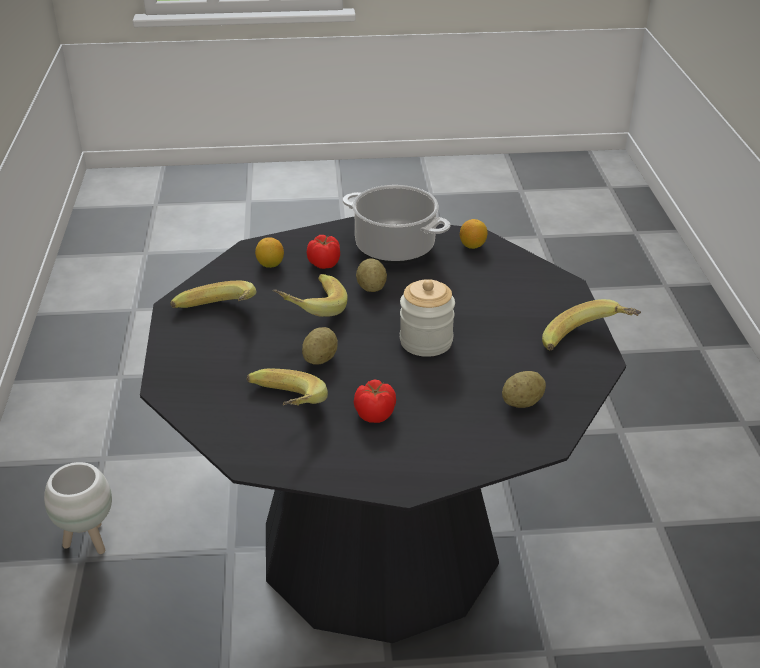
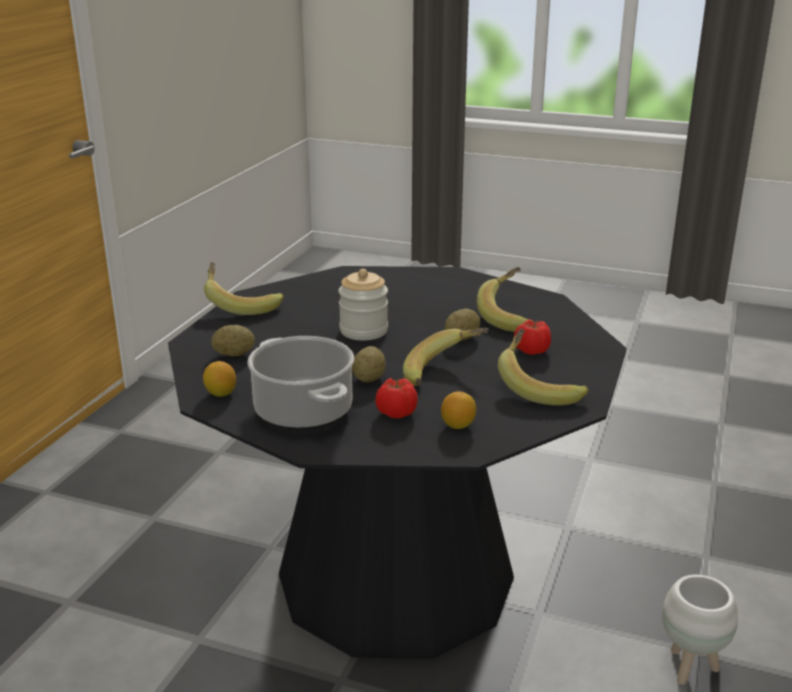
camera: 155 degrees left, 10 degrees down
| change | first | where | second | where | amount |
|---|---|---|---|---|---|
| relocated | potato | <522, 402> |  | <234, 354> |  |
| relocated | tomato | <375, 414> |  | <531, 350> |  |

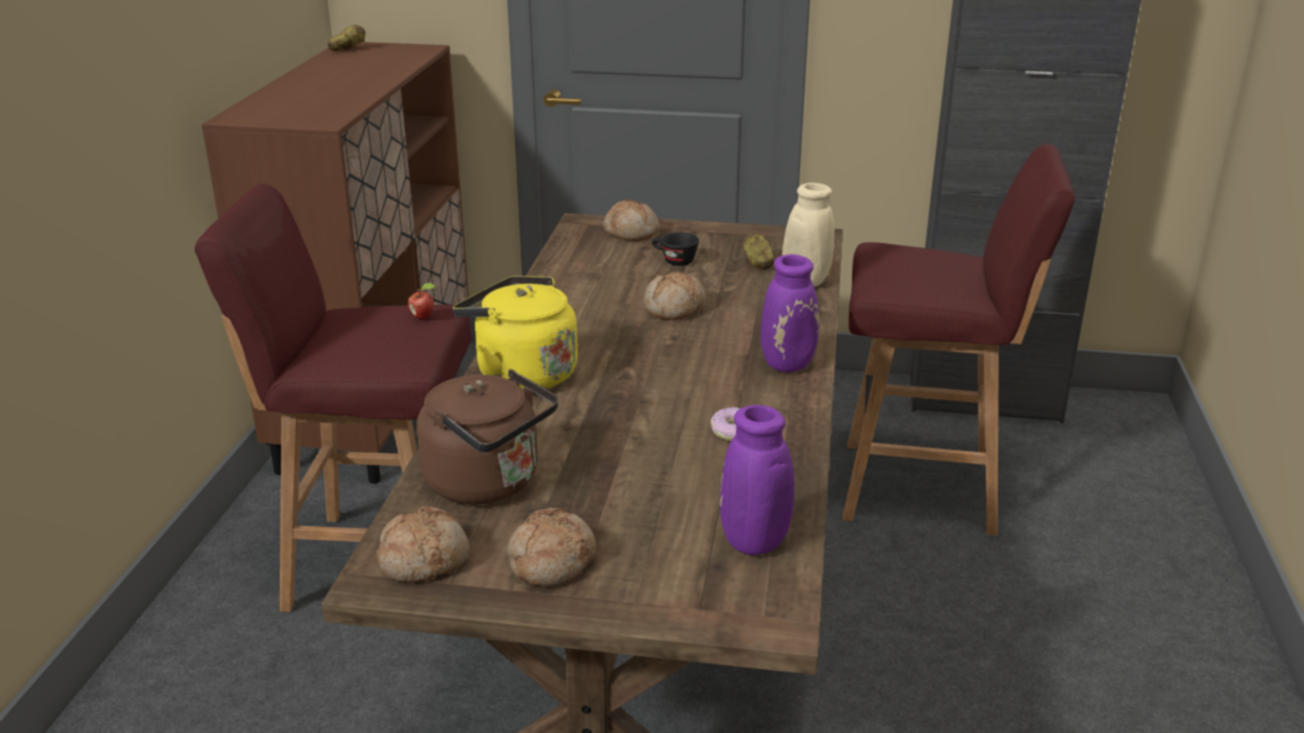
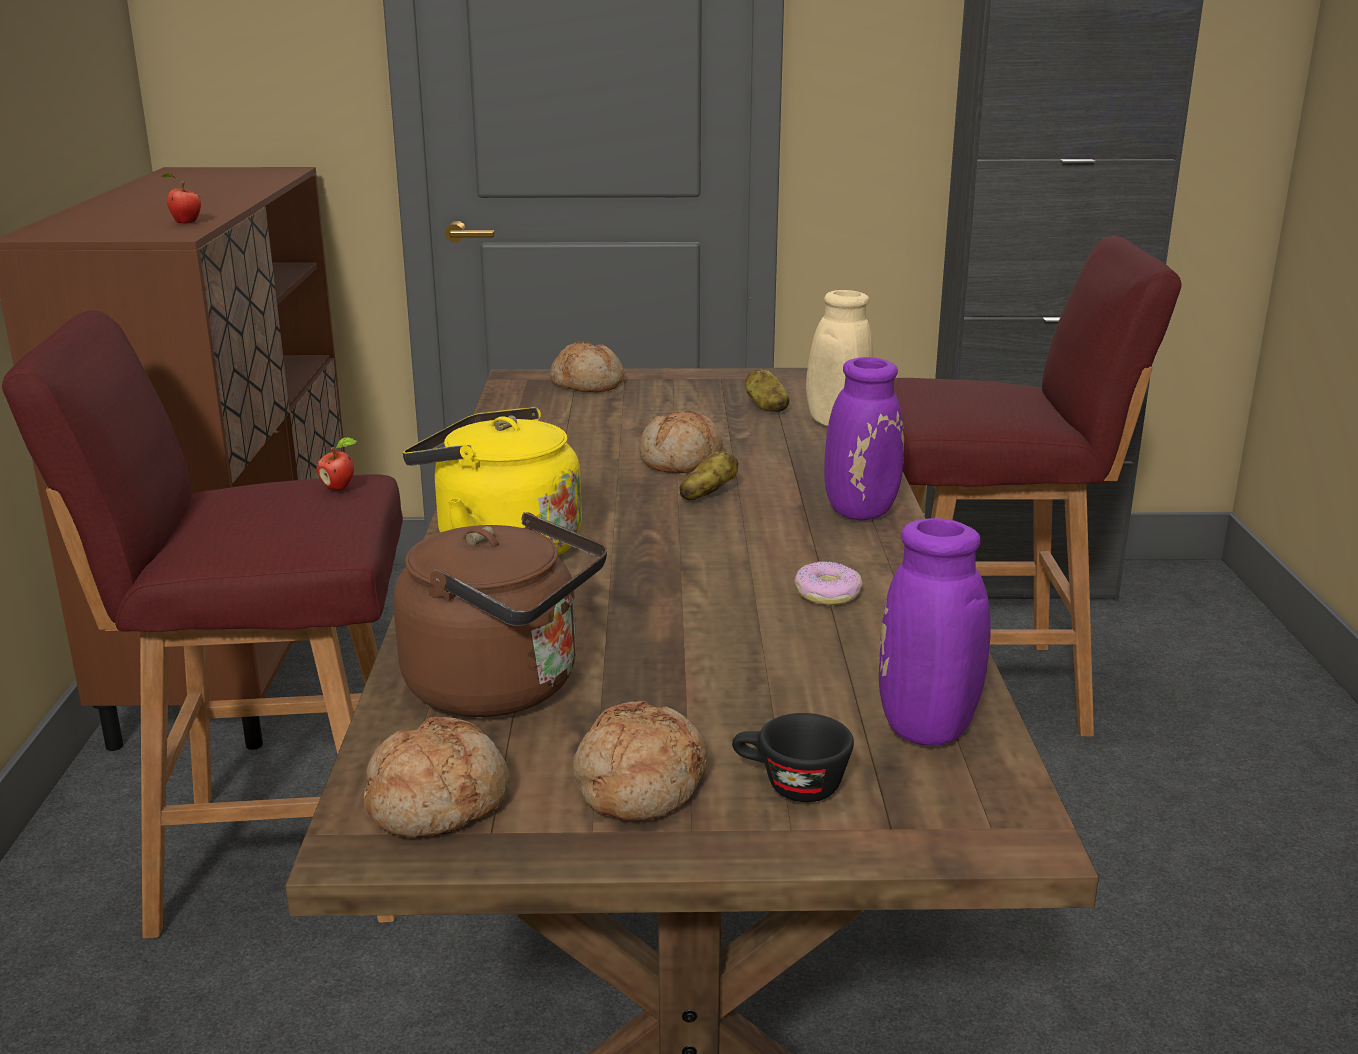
camera: 10 degrees left, 5 degrees down
| change | first | where | second | where | amount |
|---|---|---|---|---|---|
| appeared |  |  | apple | <184, 222> |  |
| relocated | potato | <348, 49> |  | <707, 494> |  |
| relocated | black cup | <673, 261> |  | <790, 785> |  |

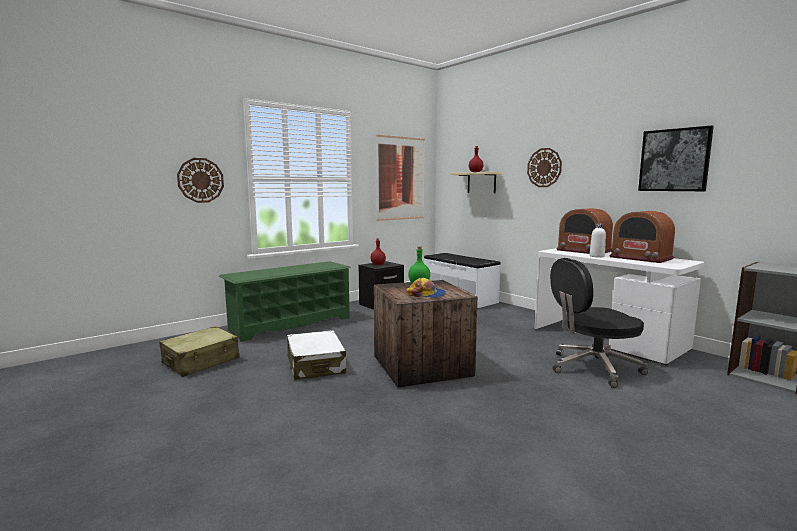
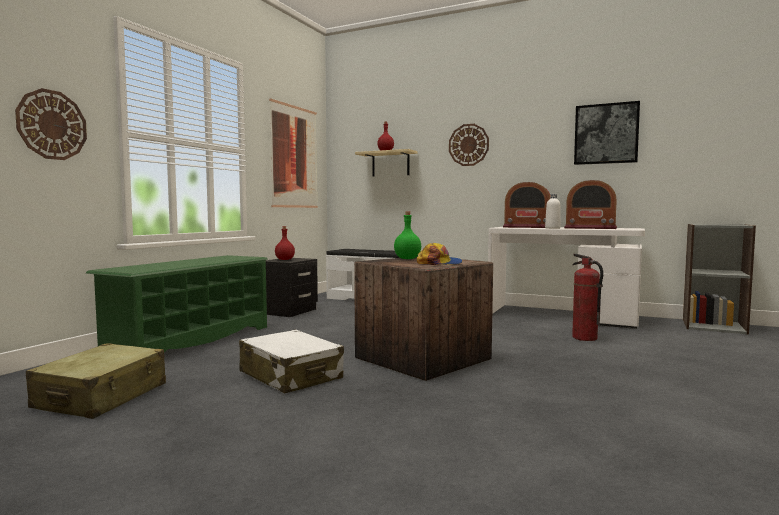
camera: 25 degrees left, 5 degrees down
| change | first | where | second | where | amount |
|---|---|---|---|---|---|
| exchanged | black office chair | <593, 368> | fire extinguisher | <584, 338> |  |

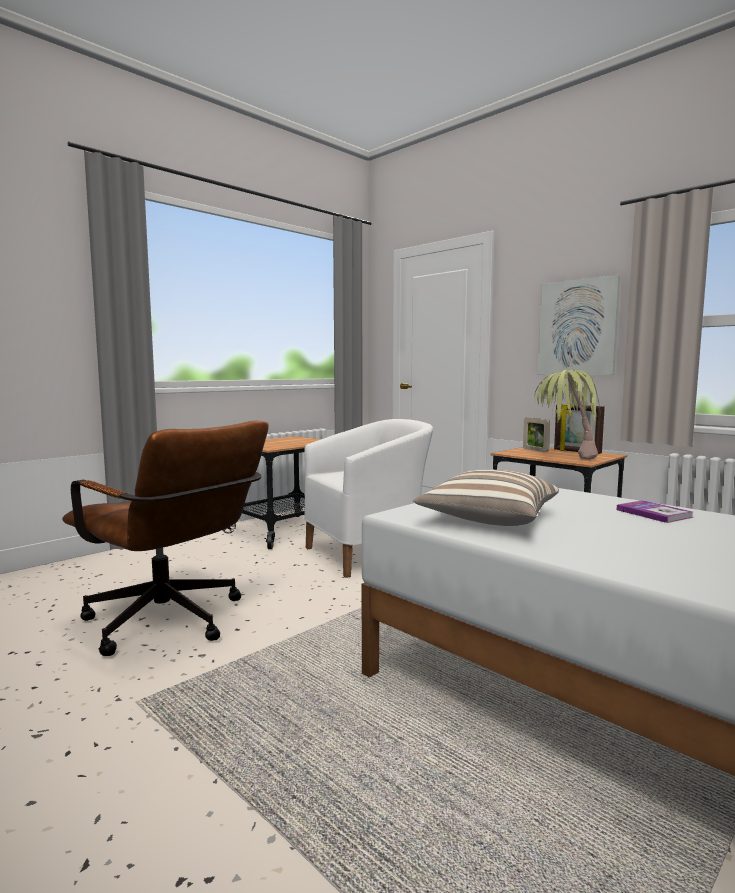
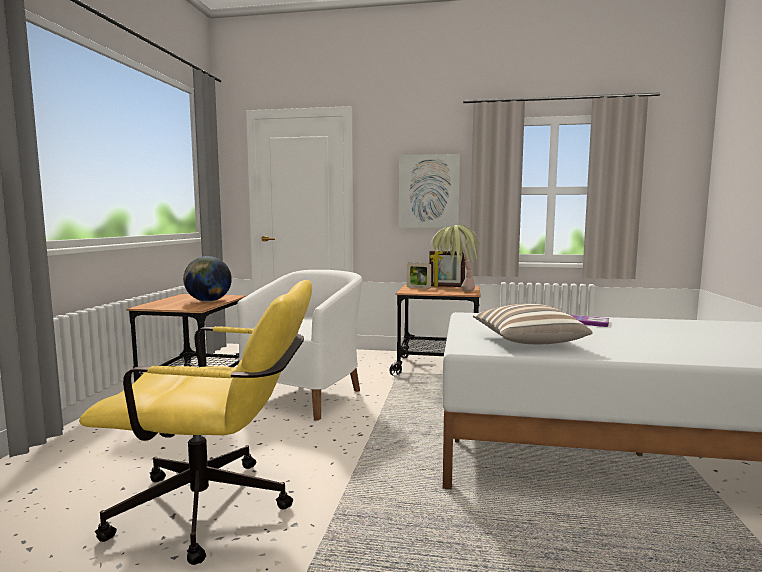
camera: 35 degrees left, 0 degrees up
| change | first | where | second | where | amount |
|---|---|---|---|---|---|
| colour | brown office chair | <172, 624> | yellow office chair | <218, 509> |  |
| appeared |  |  | globe | <208, 301> |  |

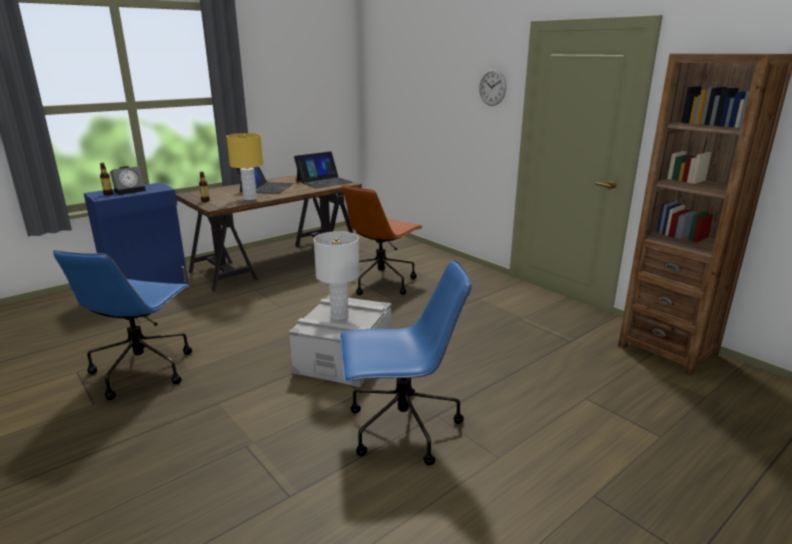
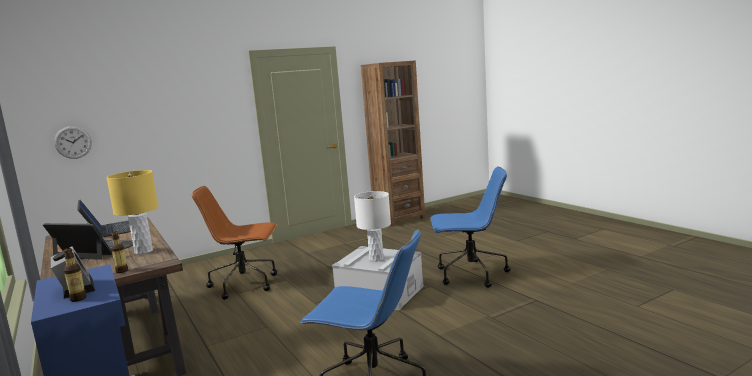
camera: 80 degrees left, 10 degrees down
| change | first | where | second | where | amount |
|---|---|---|---|---|---|
| relocated | wall clock | <492, 87> |  | <73, 142> |  |
| spun | brown office chair | <381, 282> |  | <245, 284> | 135 degrees clockwise |
| spun | blue office chair | <401, 428> |  | <470, 274> | 90 degrees clockwise |

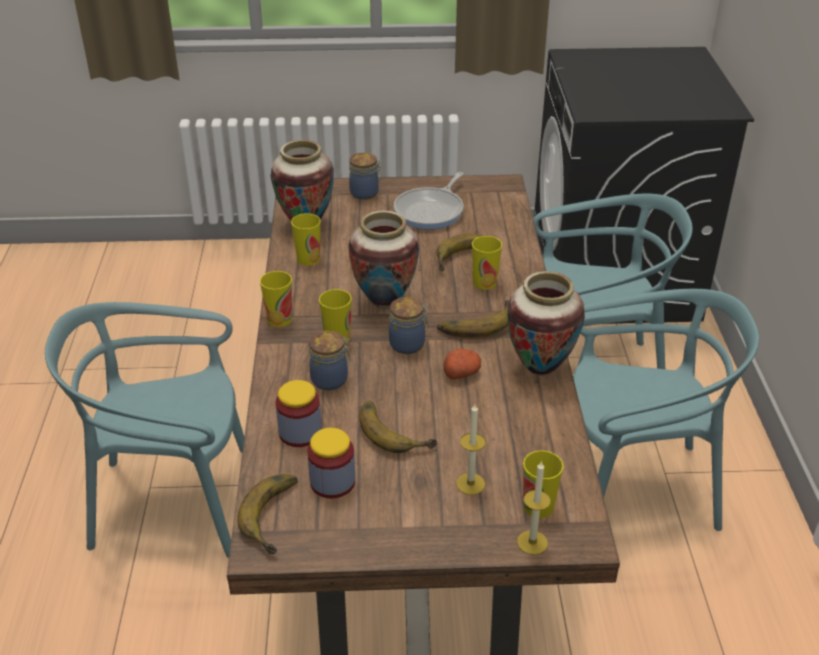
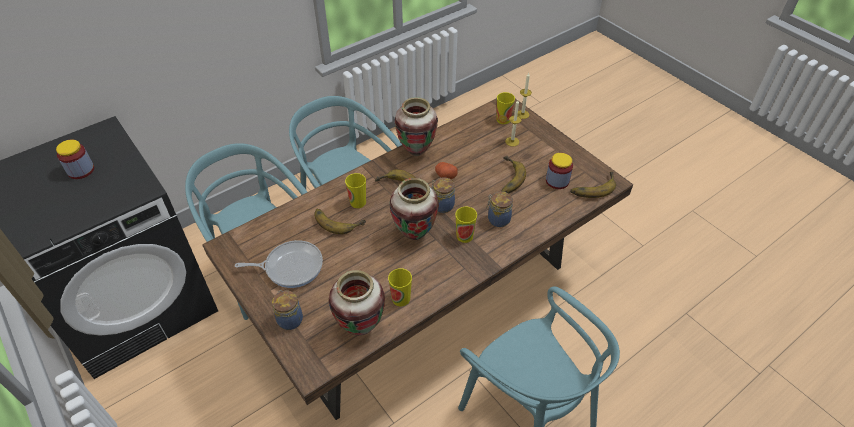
camera: 125 degrees left, 10 degrees up
| change | first | where | second | where | amount |
|---|---|---|---|---|---|
| relocated | jar | <300, 432> |  | <81, 170> |  |
| missing | cup | <279, 319> |  |  |  |

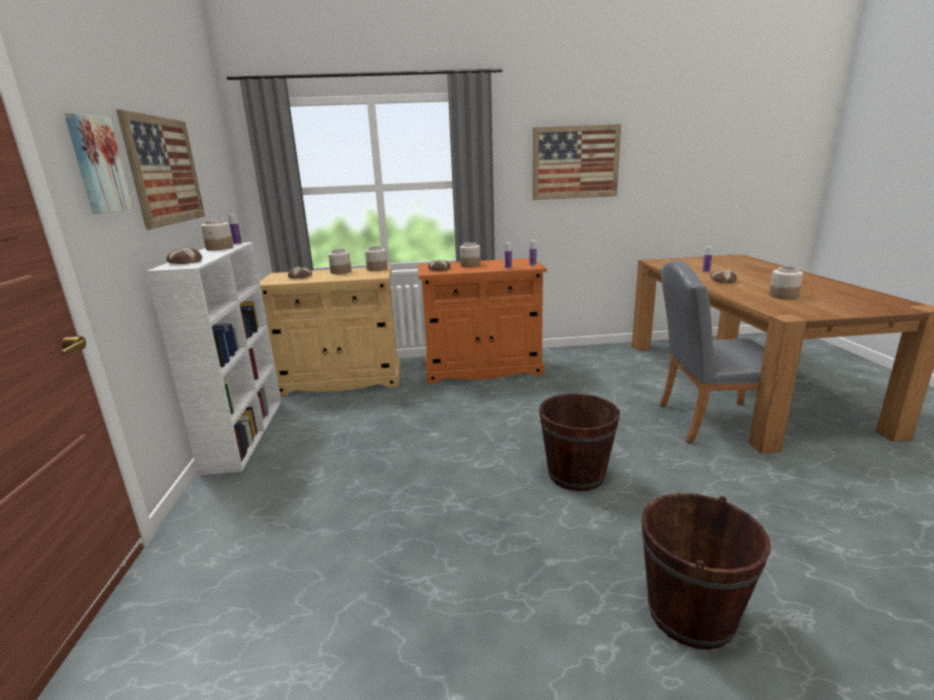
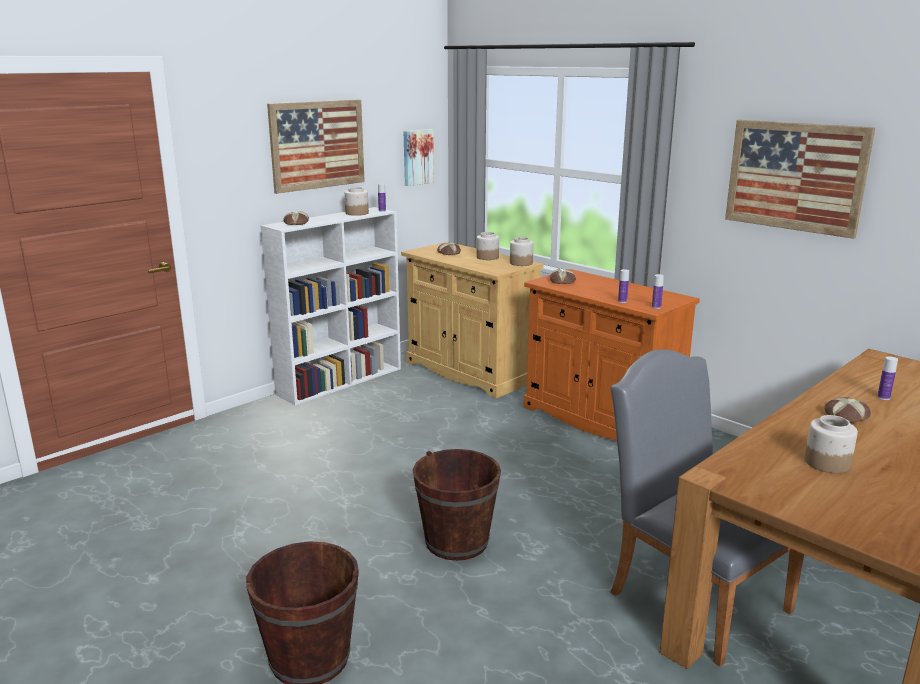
camera: 50 degrees right, 0 degrees up
| change | first | where | second | where | amount |
|---|---|---|---|---|---|
| relocated | picture | <96, 165> |  | <417, 157> |  |
| missing | jar | <470, 265> |  |  |  |

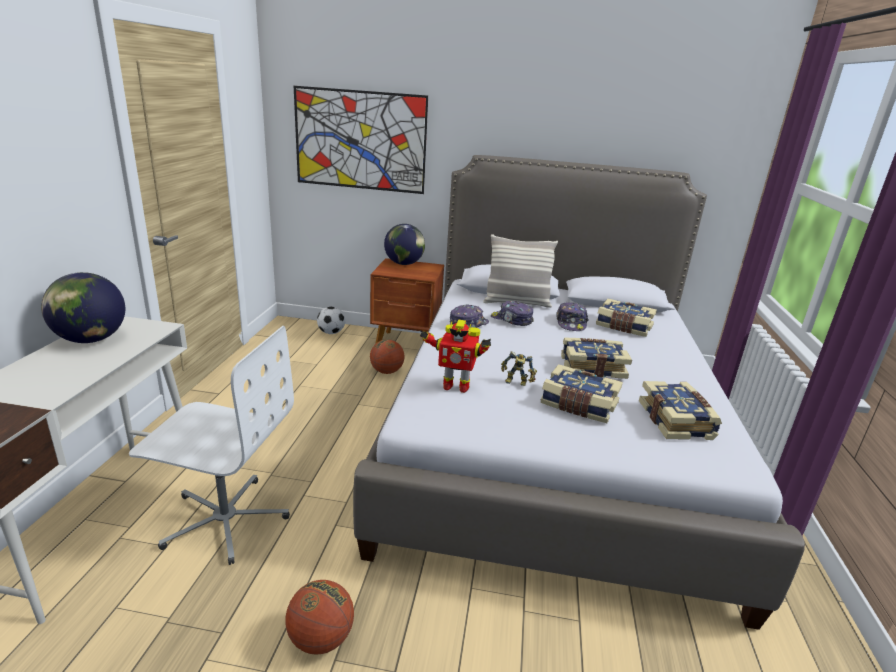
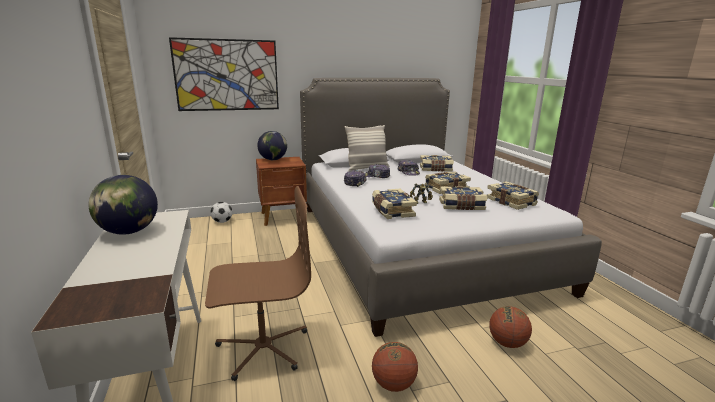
camera: 25 degrees left, 5 degrees down
| change | first | where | second | where | amount |
|---|---|---|---|---|---|
| colour | white office chair | <225, 519> | brown office chair | <262, 347> |  |
| exchanged | toy robot | <455, 386> | book | <391, 211> |  |
| relocated | basketball | <386, 371> |  | <507, 343> |  |

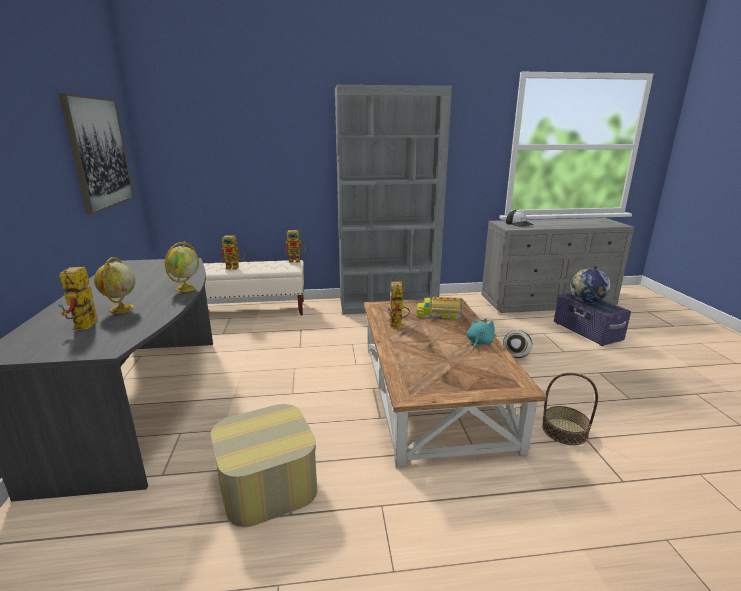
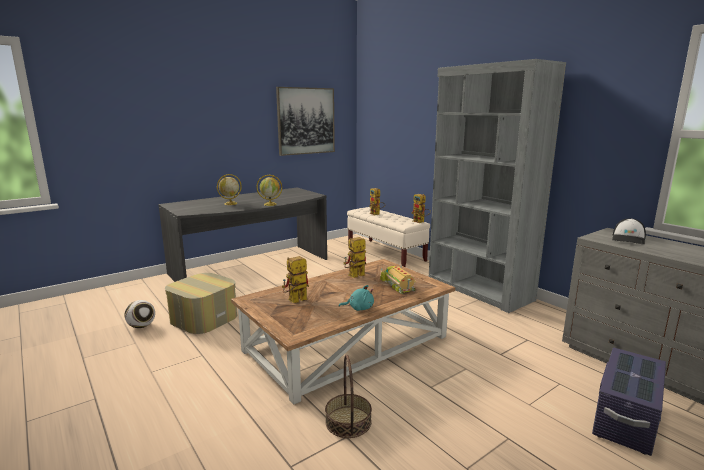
camera: 60 degrees right, 5 degrees down
| change | first | where | second | where | amount |
|---|---|---|---|---|---|
| relocated | football | <515, 356> |  | <142, 326> |  |
| relocated | toy robot | <86, 327> |  | <295, 301> |  |
| missing | globe | <586, 301> |  |  |  |

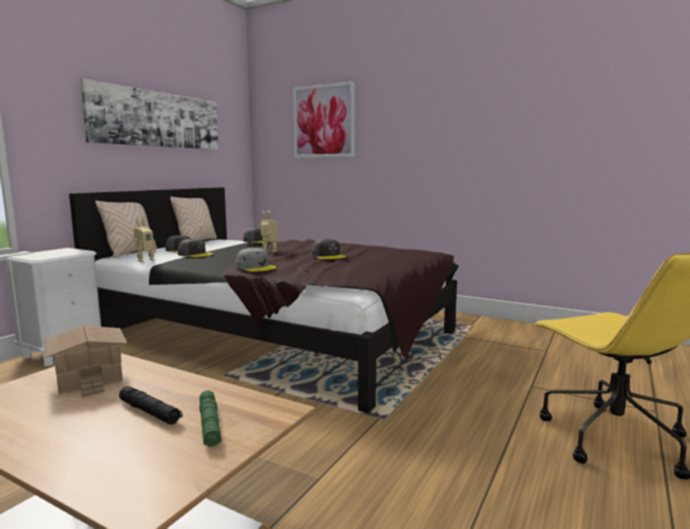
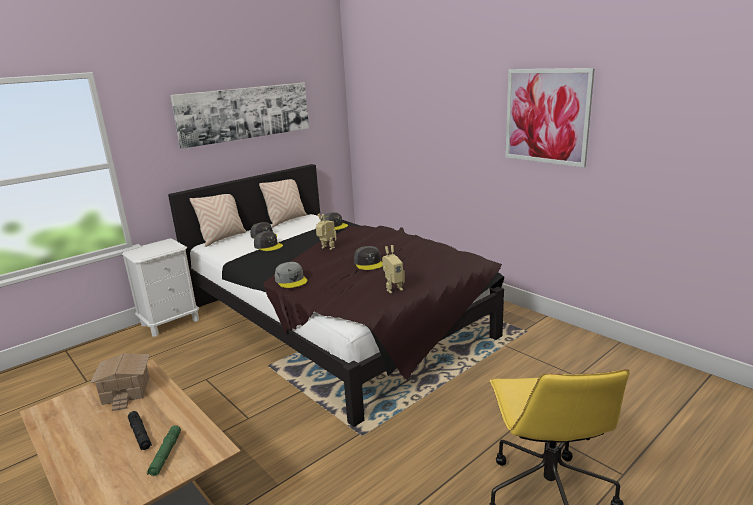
camera: 20 degrees right, 10 degrees up
| change | first | where | second | where | amount |
|---|---|---|---|---|---|
| relocated | toy robot | <145, 260> |  | <393, 289> |  |
| relocated | picture | <323, 121> |  | <546, 116> |  |

